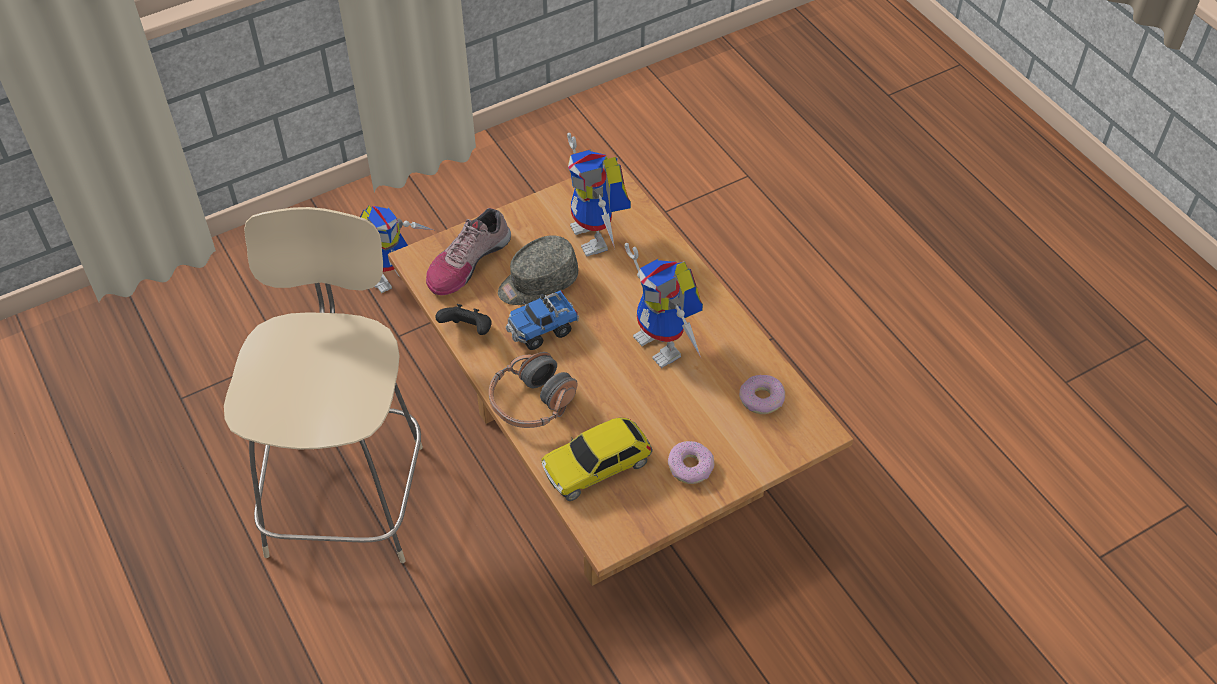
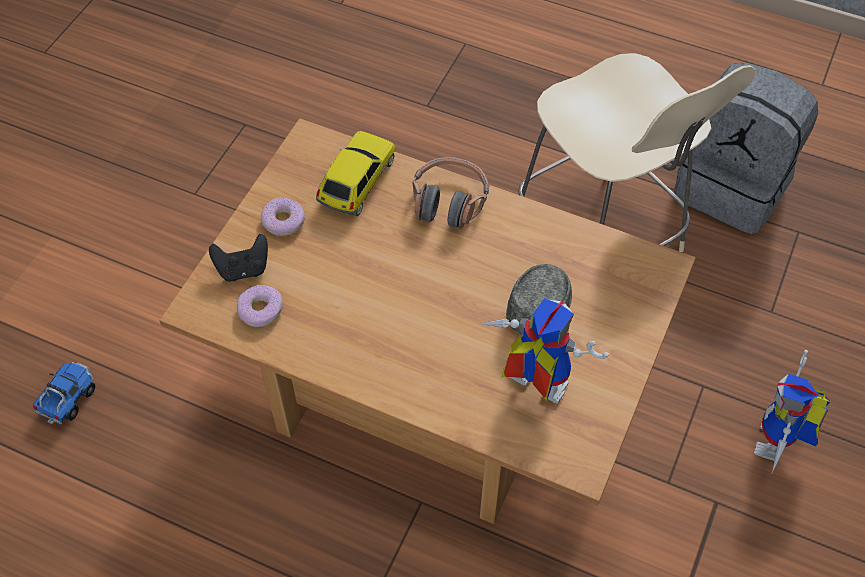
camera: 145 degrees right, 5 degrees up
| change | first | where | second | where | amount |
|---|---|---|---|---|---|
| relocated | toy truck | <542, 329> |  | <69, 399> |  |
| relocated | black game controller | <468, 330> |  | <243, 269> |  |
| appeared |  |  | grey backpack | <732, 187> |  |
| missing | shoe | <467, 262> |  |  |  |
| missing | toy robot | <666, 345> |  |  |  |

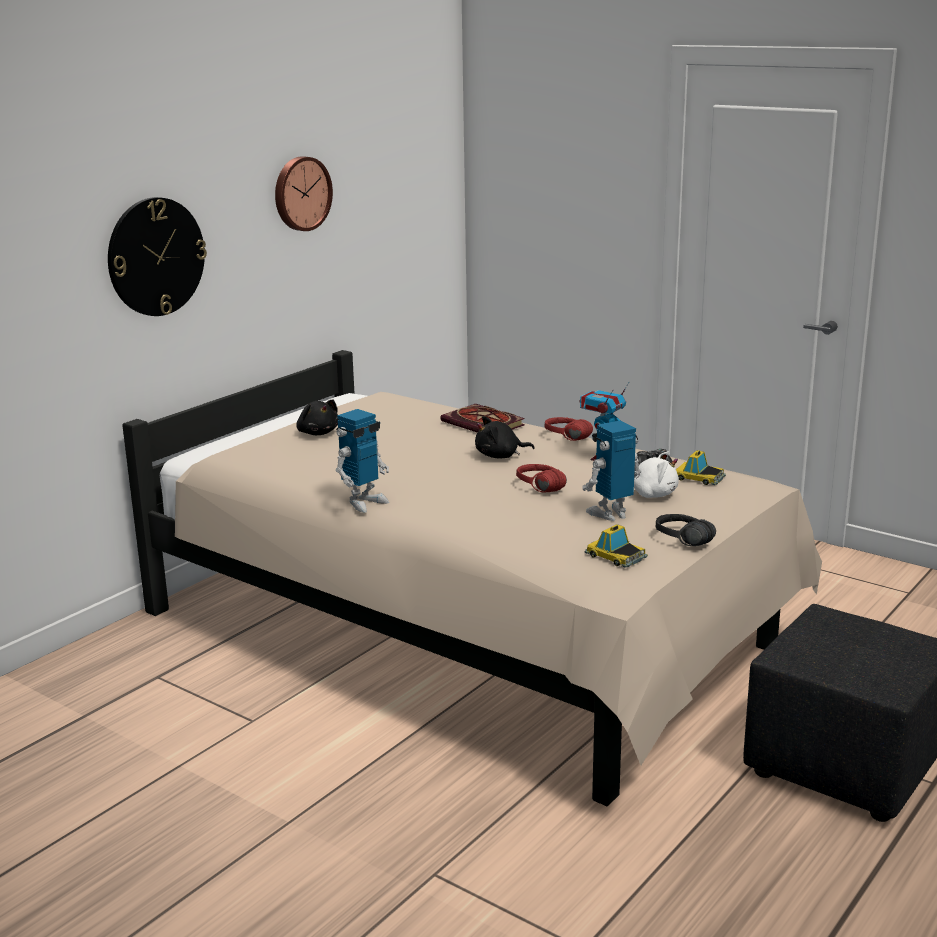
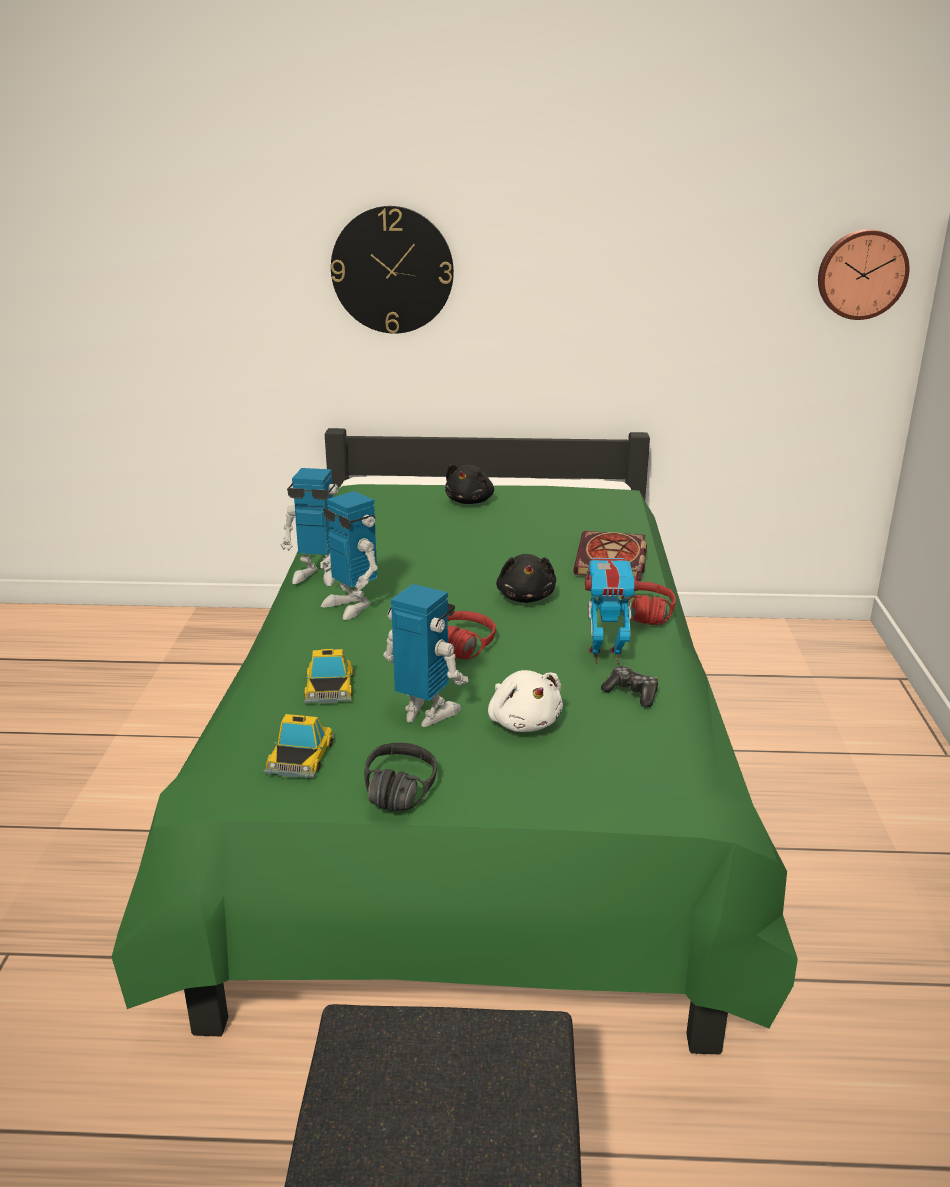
camera: 55 degrees right, 5 degrees up
| change | first | where | second | where | amount |
|---|---|---|---|---|---|
| colour | beige bed | <470, 634> | green bed | <473, 787> |  |
| relocated | toy car | <698, 477> |  | <329, 686> |  |
| appeared |  |  | toy robot | <351, 605> |  |
| spun | black plush toy | <500, 456> |  | <526, 597> | 135 degrees counterclockwise |
| relocated | wall clock | <301, 193> |  | <861, 274> |  |

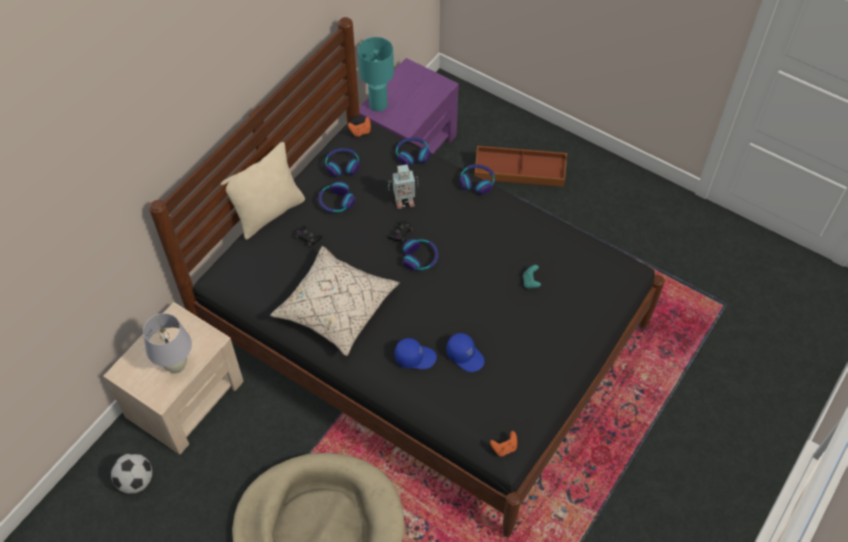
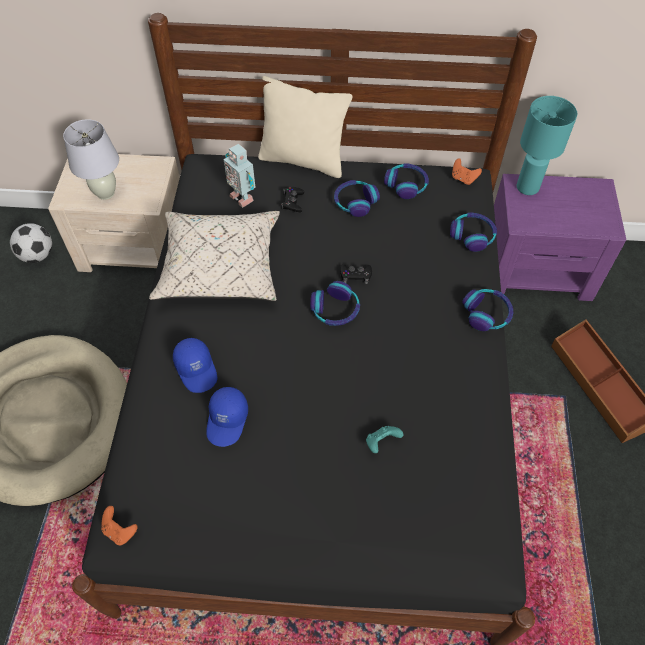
camera: 60 degrees right, 0 degrees up
| change | first | where | second | where | amount |
|---|---|---|---|---|---|
| relocated | toy robot | <403, 202> |  | <242, 197> |  |

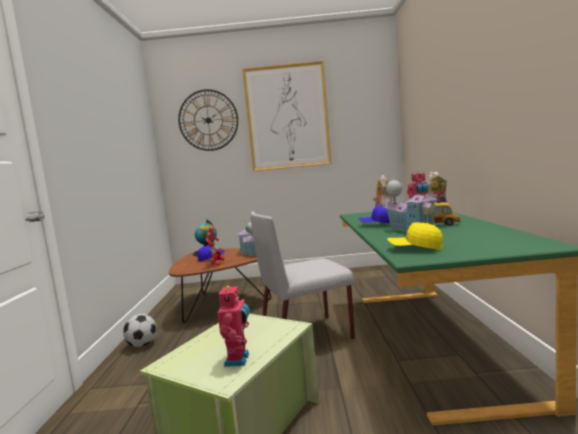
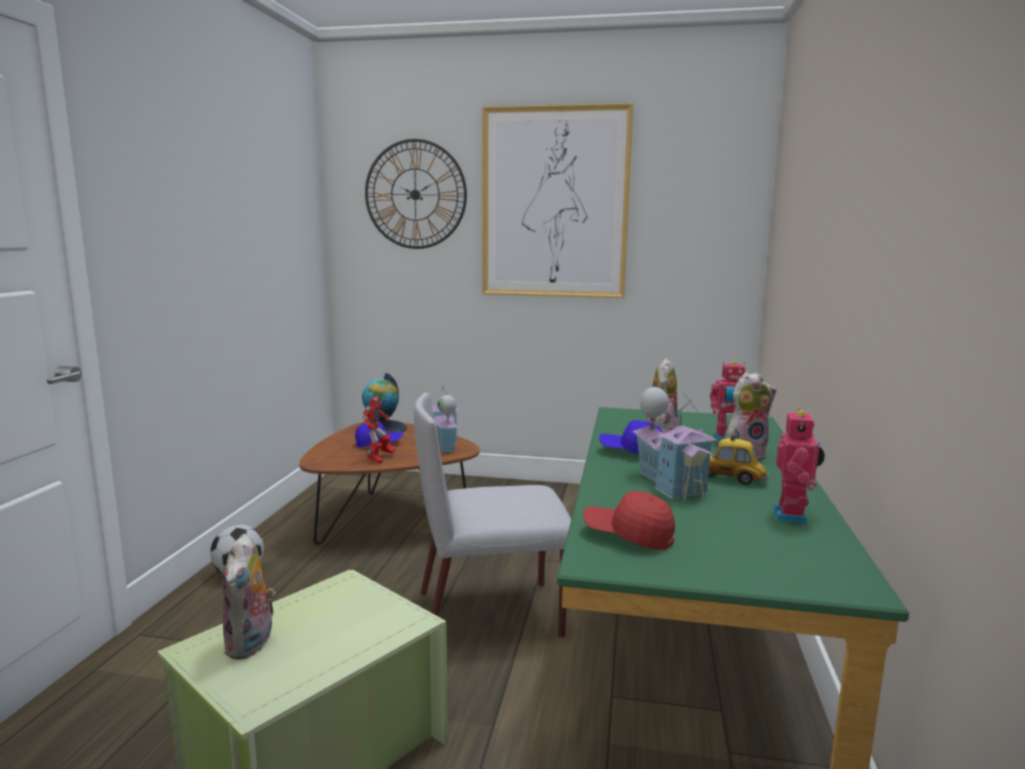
camera: 10 degrees right, 5 degrees up
| change | first | where | second | where | amount |
|---|---|---|---|---|---|
| appeared |  |  | plush toy | <252, 644> |  |
| colour | yellow cap | <415, 248> | red cap | <628, 536> |  |
| relocated | toy robot | <239, 359> |  | <793, 516> |  |

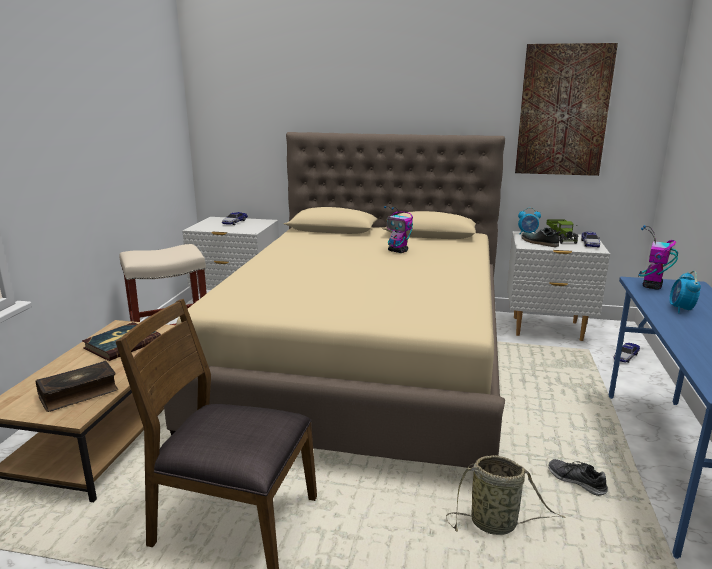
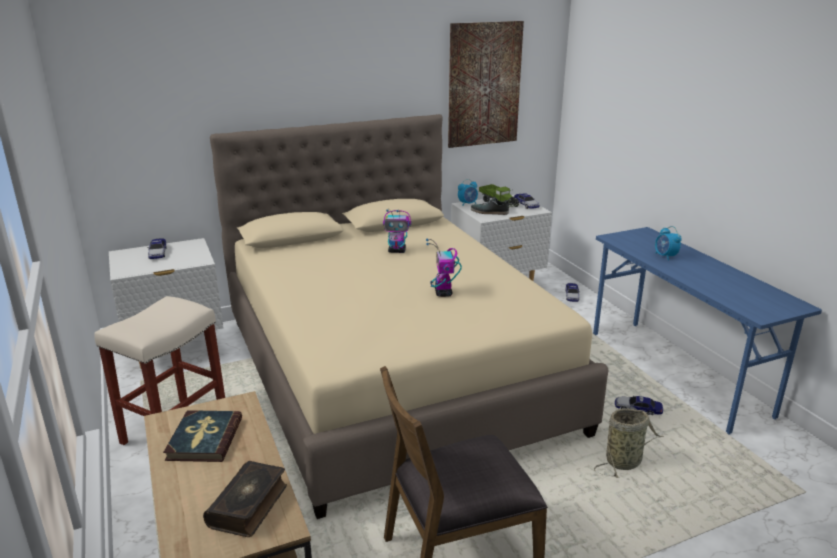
camera: 35 degrees left, 5 degrees up
| change | first | where | second | where | amount |
|---|---|---|---|---|---|
| relocated | toy robot | <652, 286> |  | <443, 293> |  |
| exchanged | shoe | <576, 482> | toy car | <638, 409> |  |

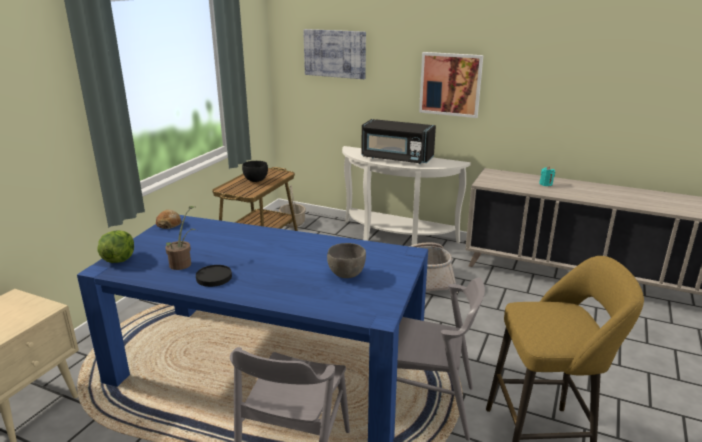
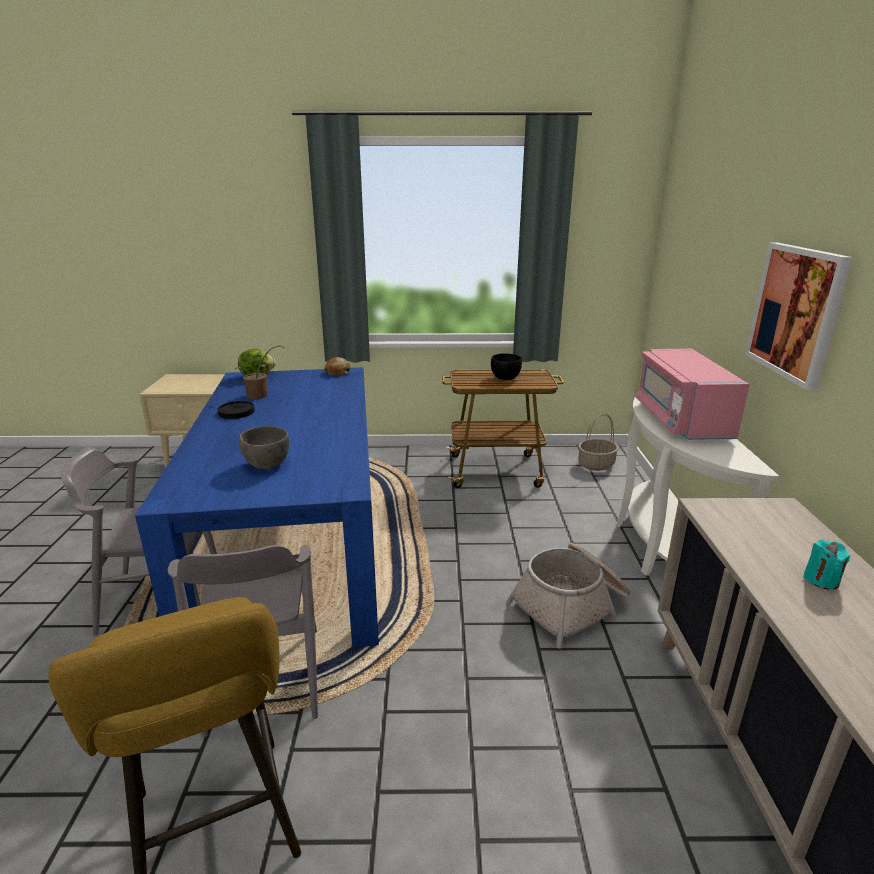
camera: 65 degrees right, 0 degrees up
| change | first | where | second | where | amount |
|---|---|---|---|---|---|
| colour | black microwave | <396, 158> | pink microwave | <681, 420> |  |
| missing | picture | <335, 53> |  |  |  |

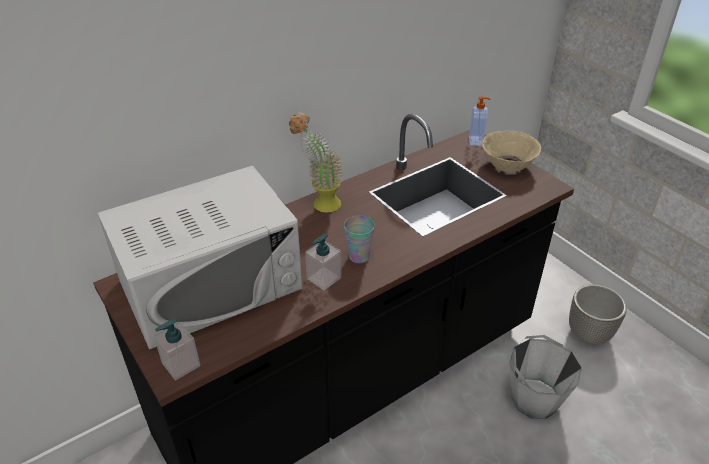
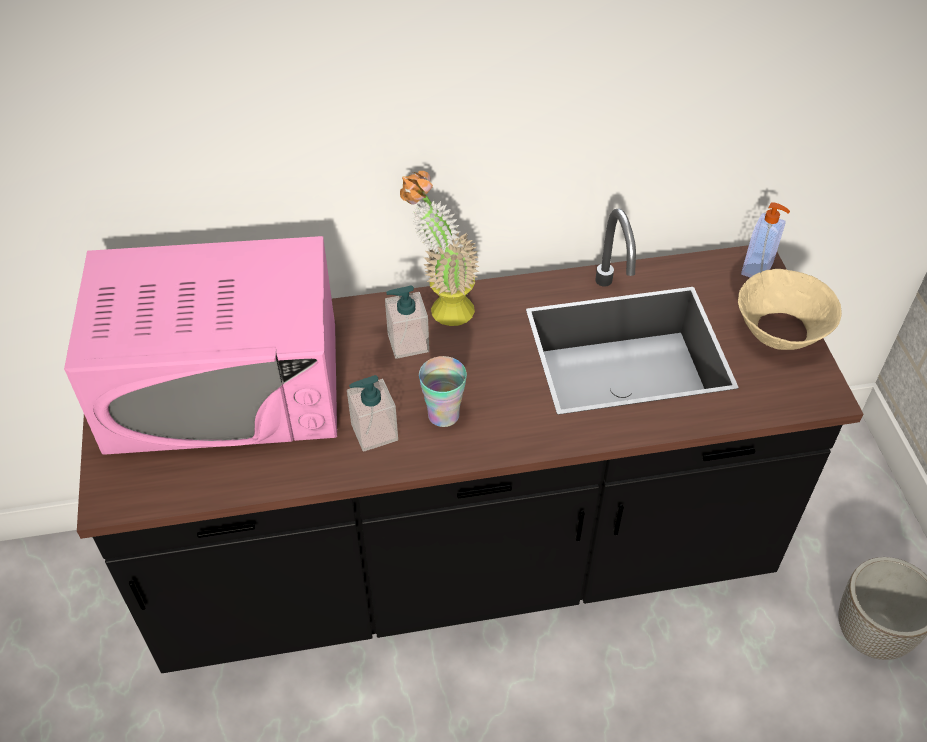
camera: 25 degrees right, 10 degrees up
| change | first | where | second | where | amount |
|---|---|---|---|---|---|
| colour | white microwave | <211, 284> | pink microwave | <225, 386> |  |
| relocated | soap dispenser | <181, 364> |  | <408, 343> |  |
| missing | grey bucket | <534, 399> |  |  |  |

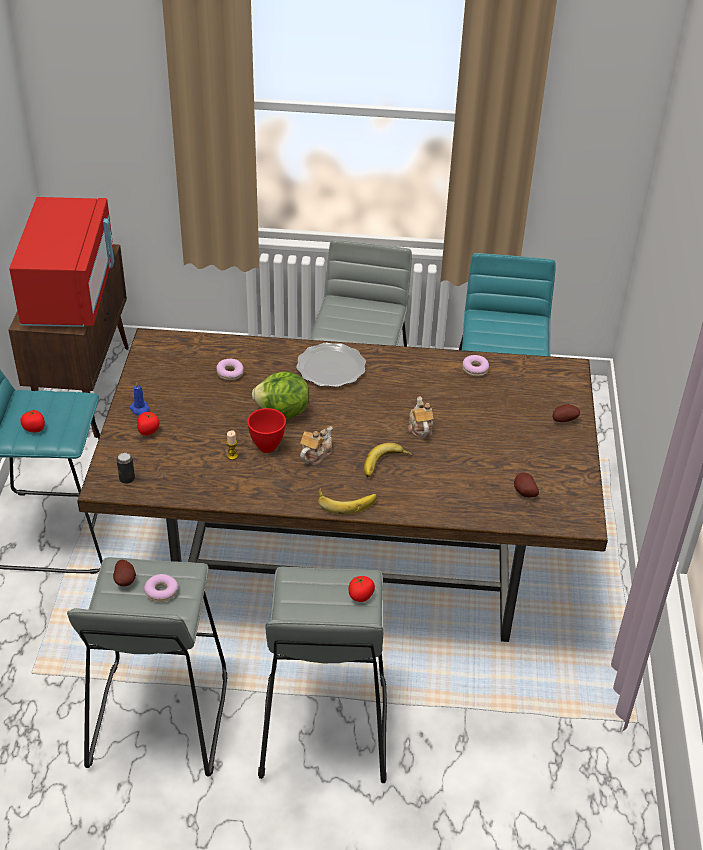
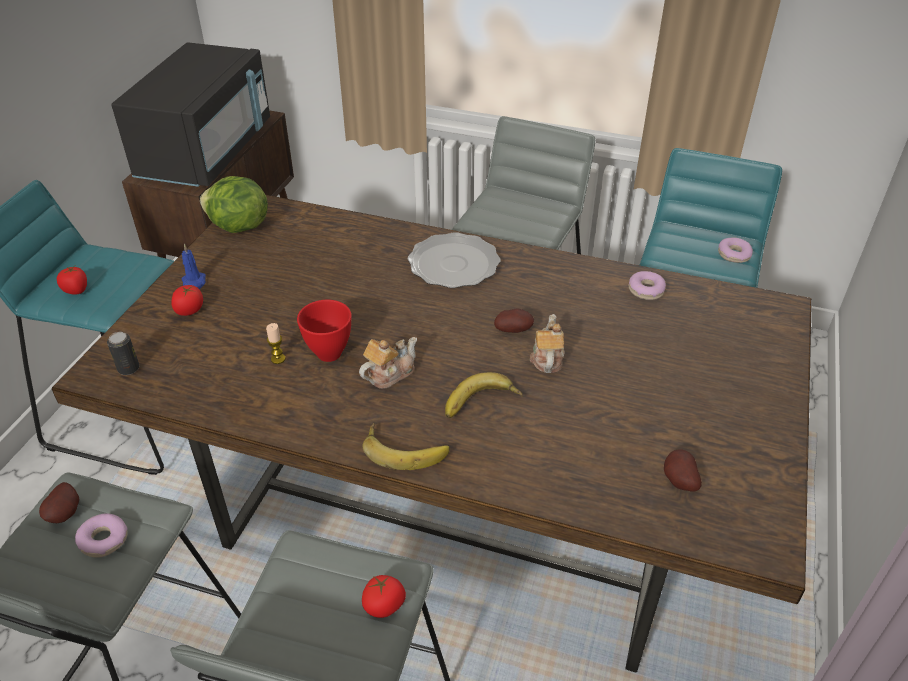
camera: 15 degrees right, 0 degrees up
| change | first | where | second | where | amount |
|---|---|---|---|---|---|
| colour | red microwave | <70, 293> | black microwave | <207, 152> |  |
| relocated | lettuce | <282, 412> |  | <238, 227> |  |
| relocated | potato | <564, 420> |  | <513, 330> |  |
| relocated | donut | <230, 373> |  | <733, 255> |  |

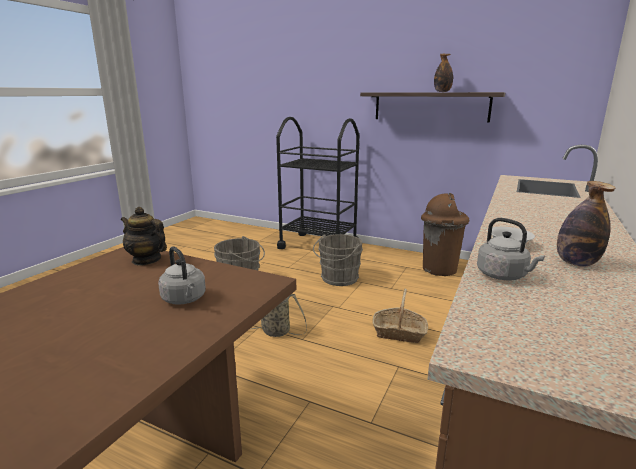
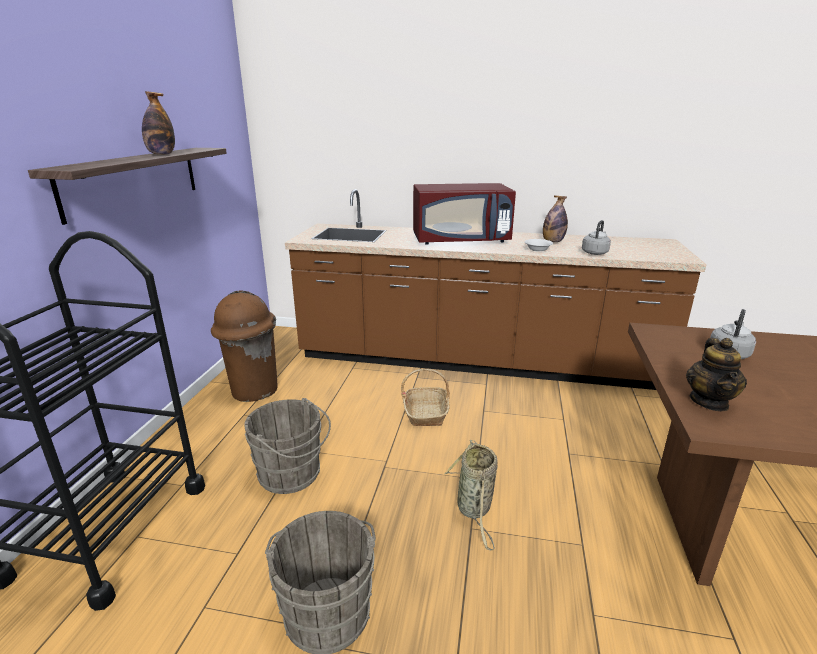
camera: 105 degrees left, 5 degrees up
| change | first | where | second | where | amount |
|---|---|---|---|---|---|
| appeared |  |  | red microwave | <461, 240> |  |

